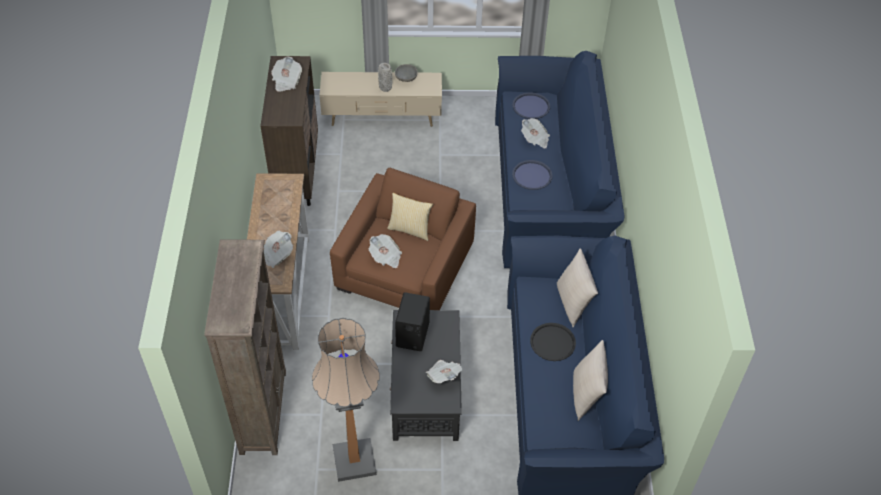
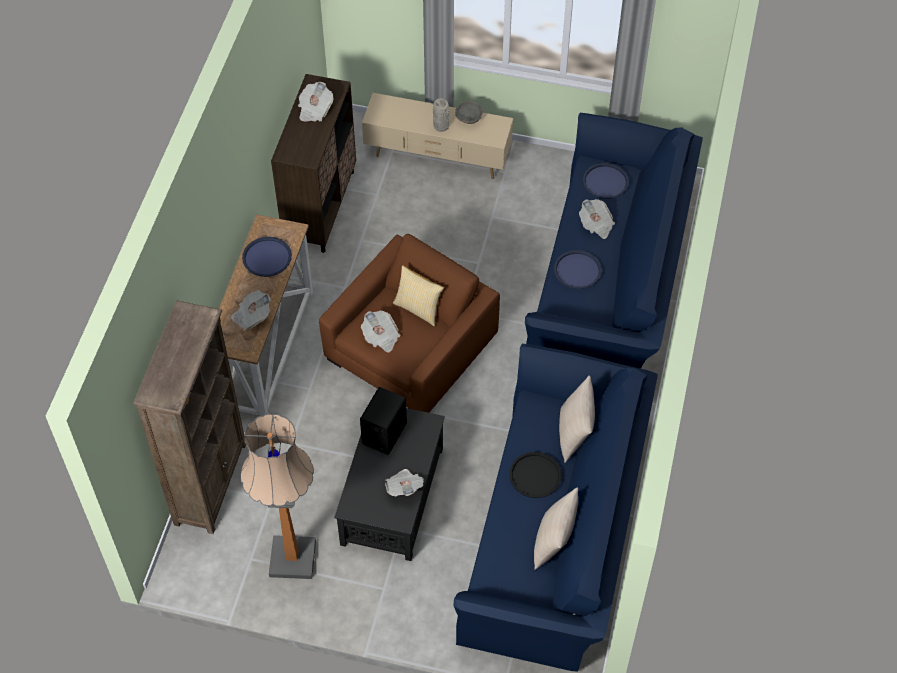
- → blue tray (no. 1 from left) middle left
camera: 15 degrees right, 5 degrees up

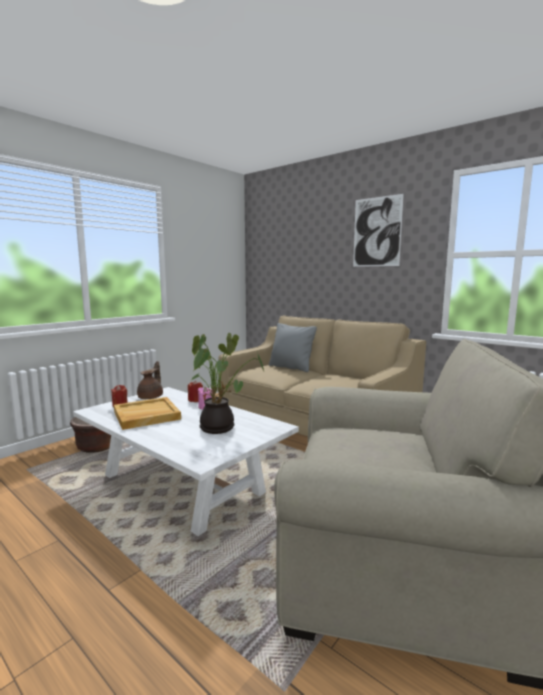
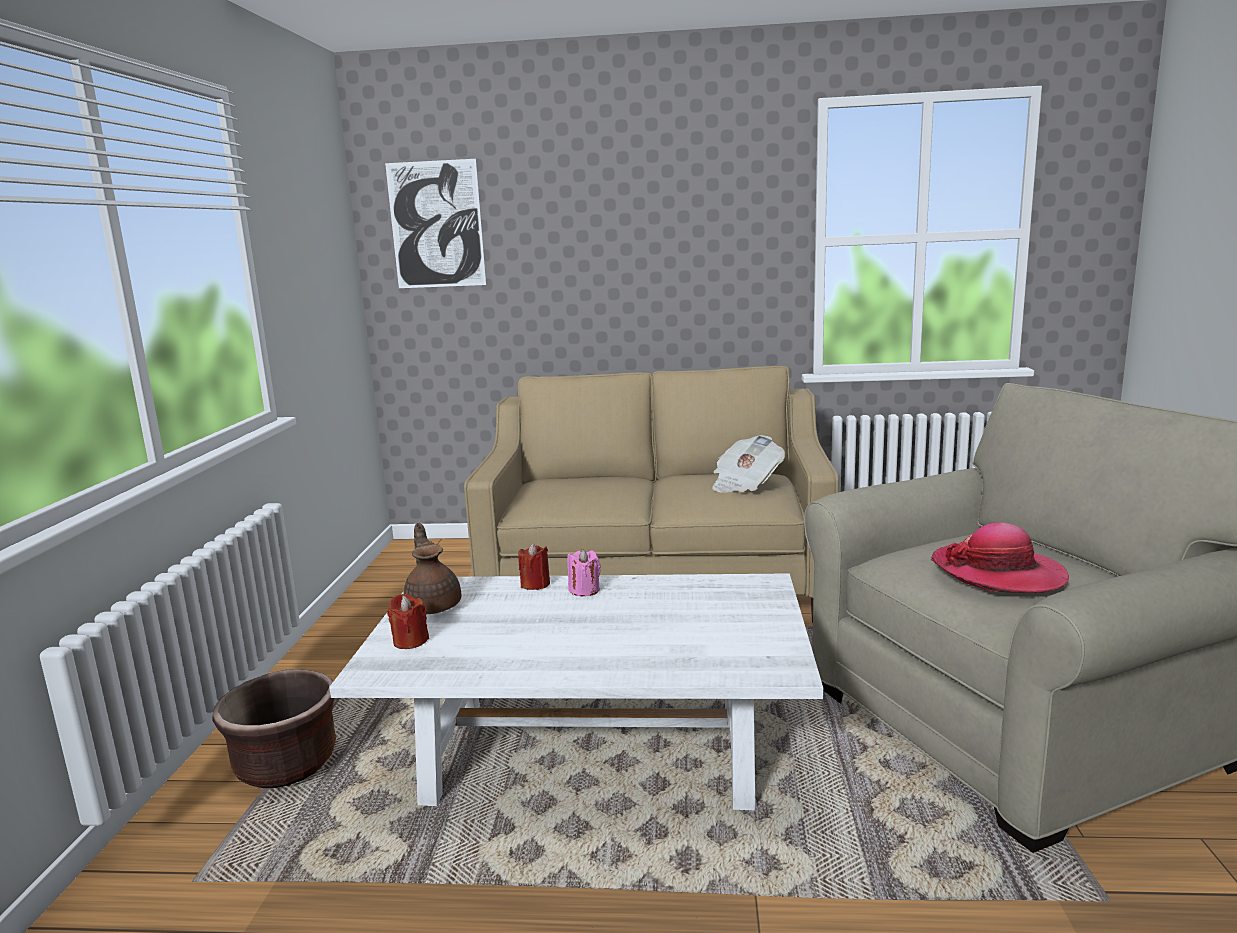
picture top right → picture top centre, shifted
- → newspaper centre
- → hat middle right
beige tray middle left → -
potted plant centre → -
grey pillow centre → -
camera: 35 degrees left, 5 degrees up

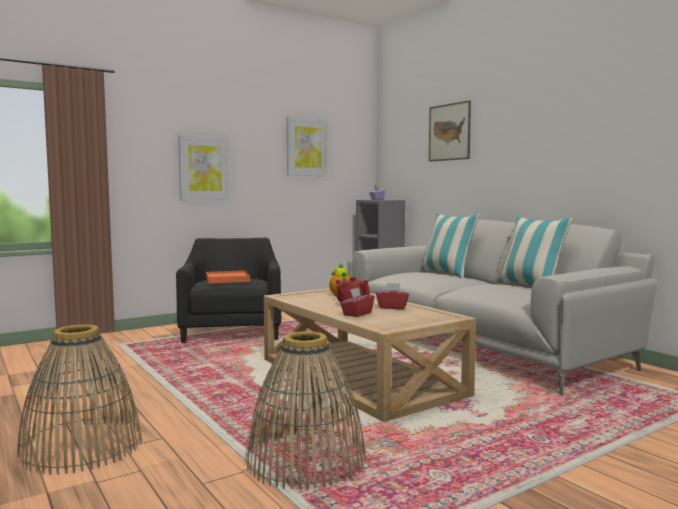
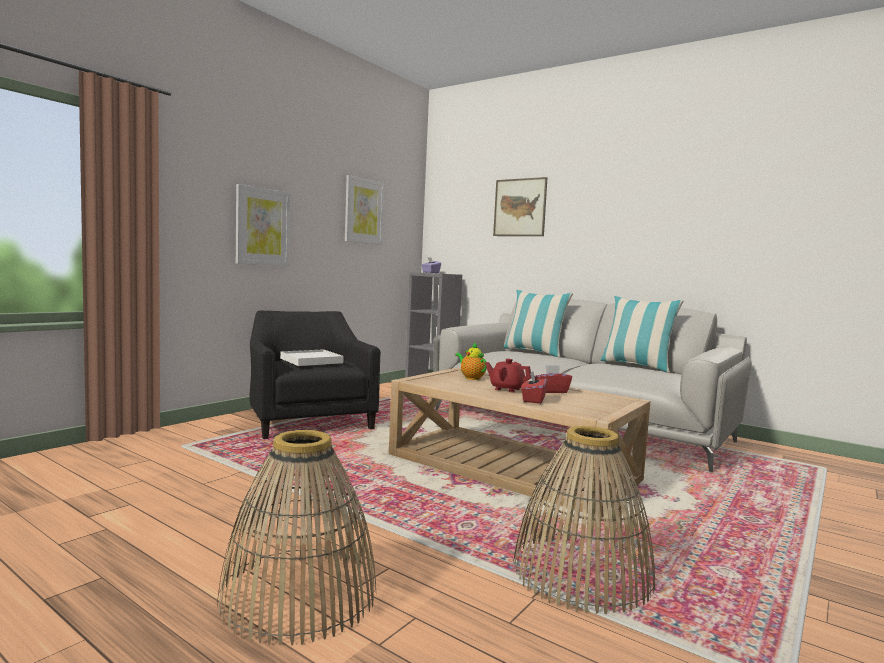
orange tray centre → white tray centre
camera: 20 degrees left, 0 degrees up

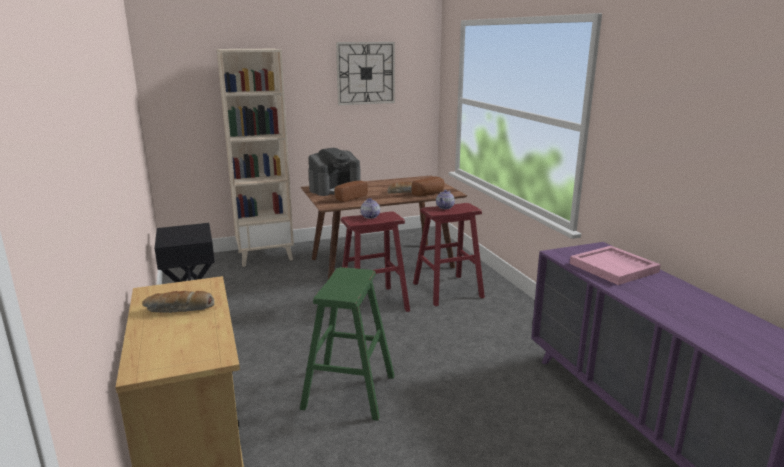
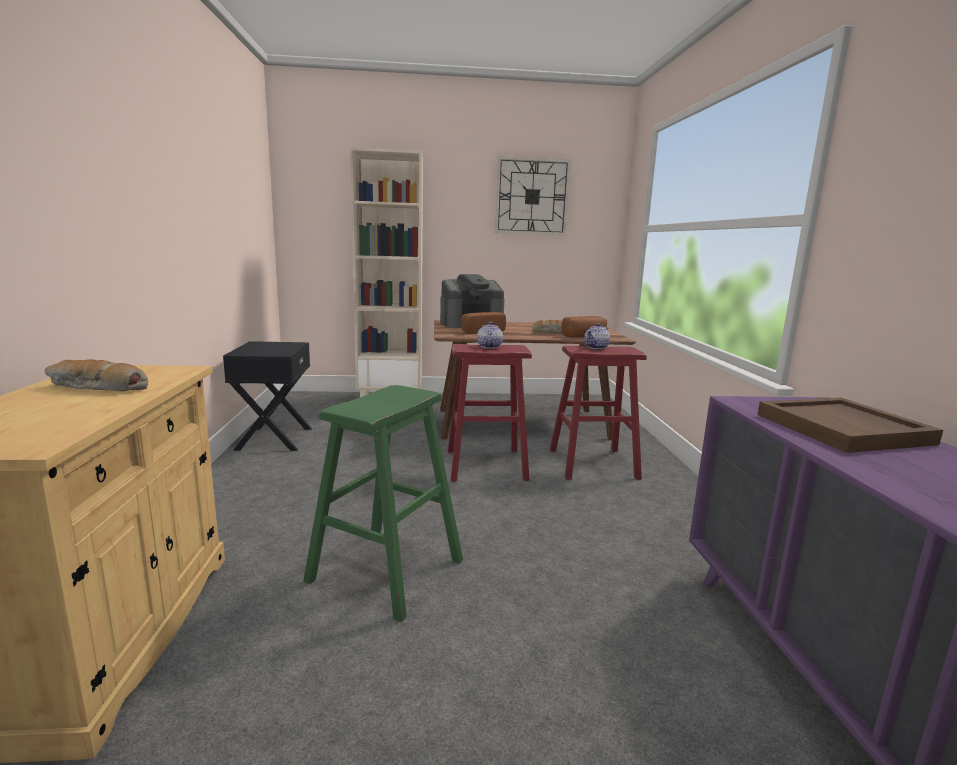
pink tray middle right → brown tray middle right
camera: 15 degrees right, 5 degrees down

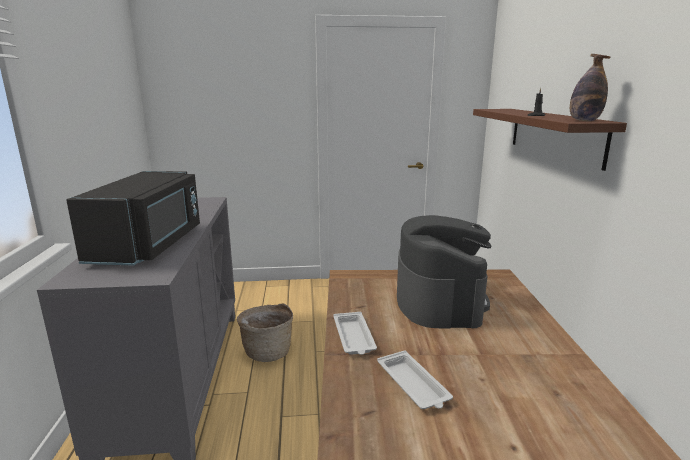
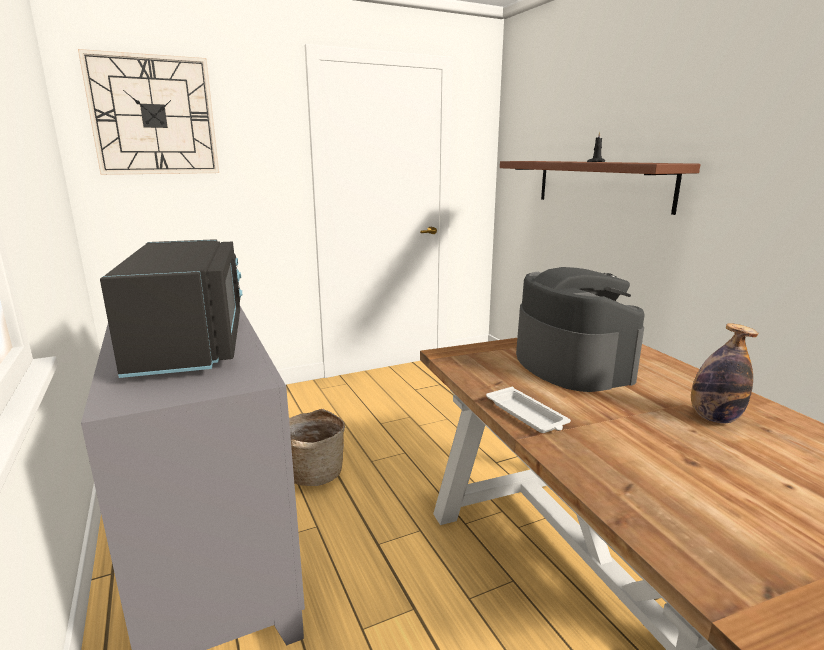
- → wall clock top left
bottle top right → bottle middle right, shifted
white tray (no. 2 from left) bottom centre → -
camera: 20 degrees left, 0 degrees up

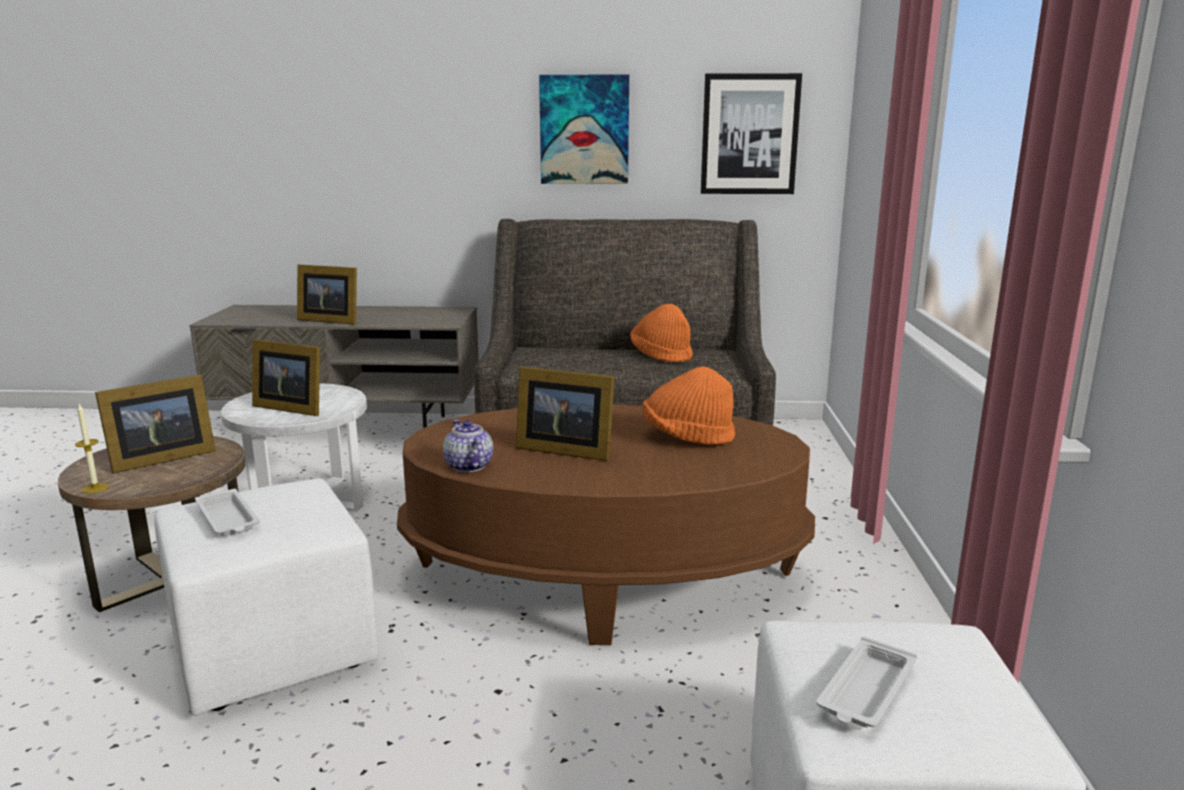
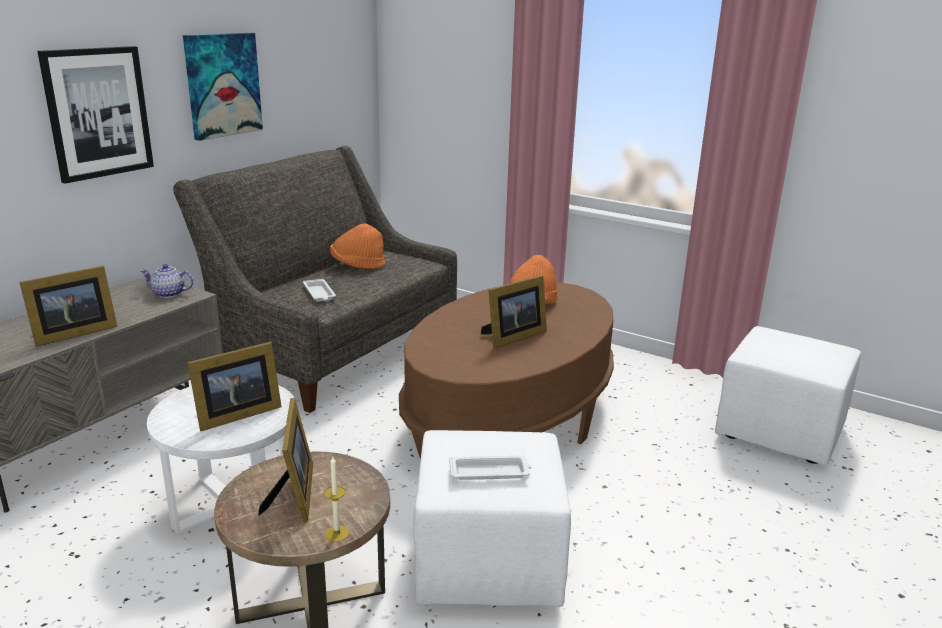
picture (no. 2 from left in the first image) top centre → picture (no. 1 from left) top left, shifted
teapot centre → teapot middle left, shifted
white tray (no. 2 from left in the first image) bottom right → white tray (no. 1 from left) centre, shifted
camera: 60 degrees left, 5 degrees up

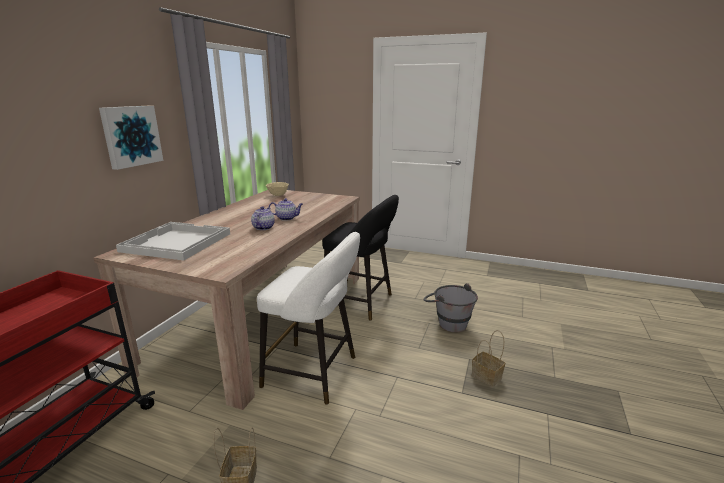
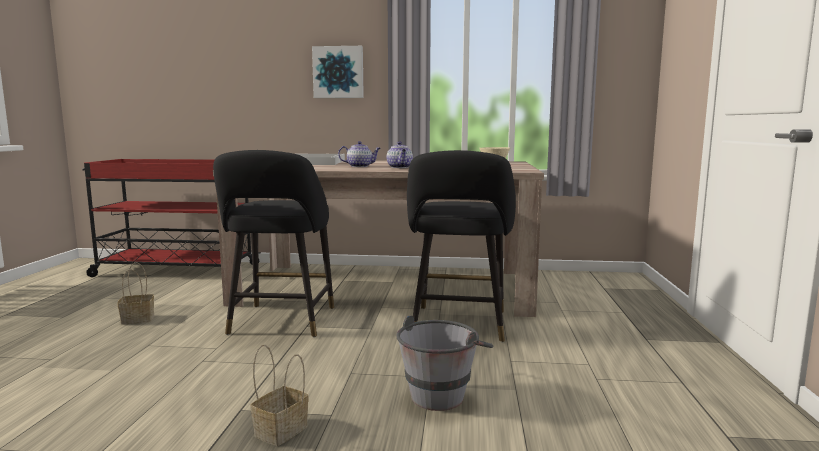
white stool centre → black stool (no. 1 from left) centre
camera: 75 degrees right, 10 degrees down

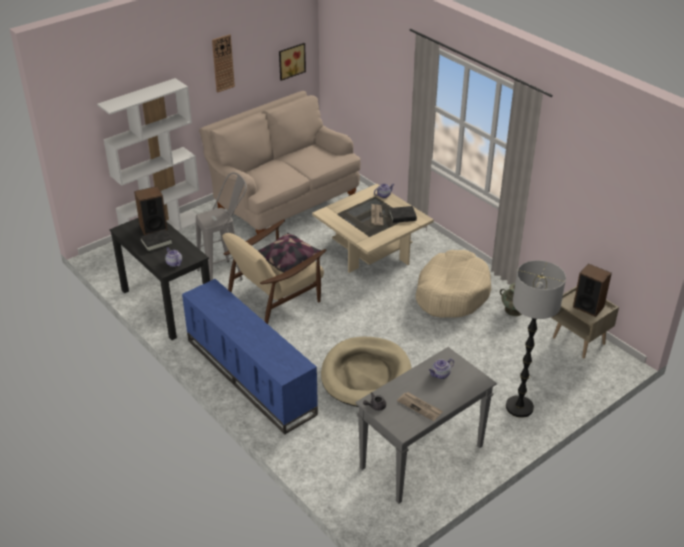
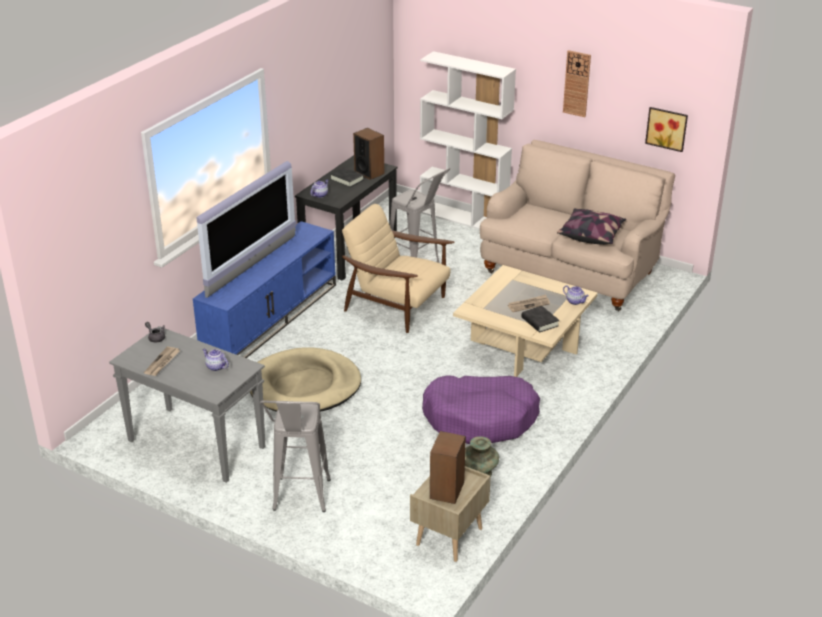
- → television middle left
floor lamp middle right → grey stool (no. 1 from left) bottom centre
beige dog bed (no. 2 from left) centre → purple dog bed centre
pillow centre → pillow middle right, shifted
camera: 70 degrees right, 5 degrees down

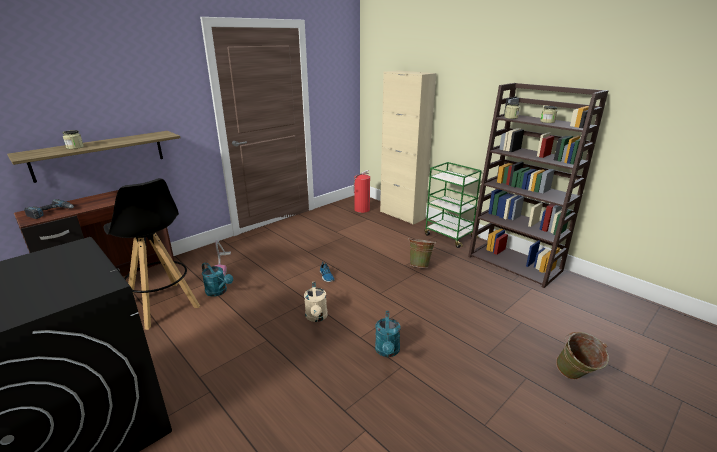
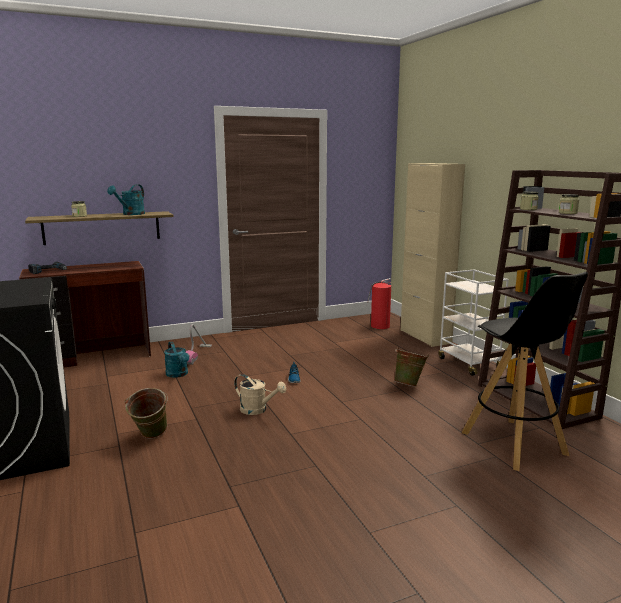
turquoise watering can (no. 2 from left in the first image) bottom centre → turquoise watering can (no. 1 from left) top left, shifted
green bucket (no. 2 from left in the first image) bottom right → green bucket (no. 1 from left) bottom left, shifted
beige watering can bottom centre → beige watering can centre, 75 degrees counterclockwise
green cart centre → white cart middle right
black stool middle left → black stool middle right, shifted
camera: 20 degrees right, 10 degrees down

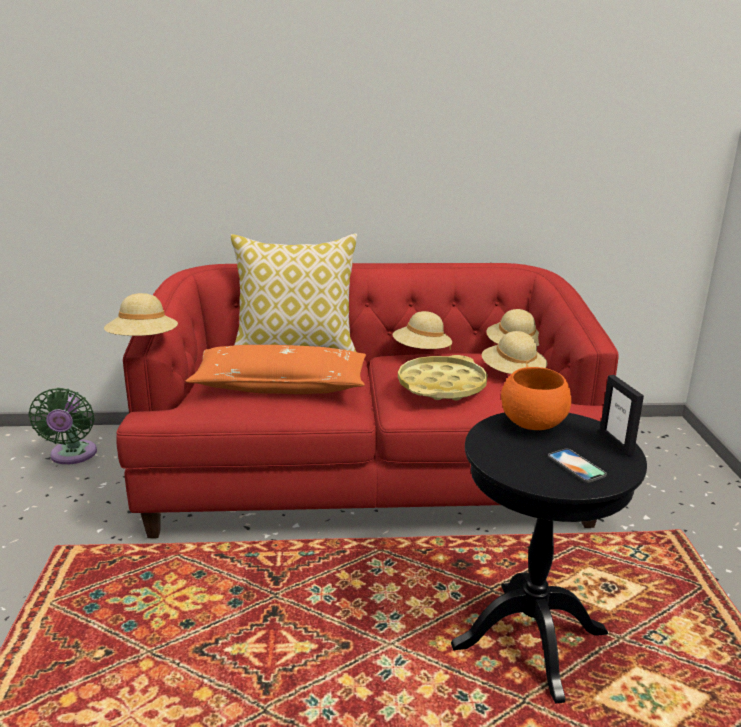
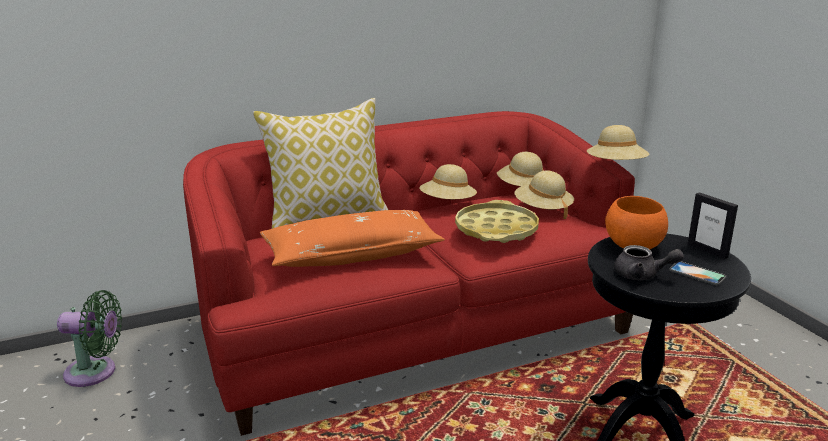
green fan middle left → green fan bottom left, 60 degrees counterclockwise
beige hat (no. 1 from left in the first image) middle left → beige hat (no. 4 from left) top right, shifted
- → grey teapot middle right
camera: 20 degrees left, 0 degrees up

